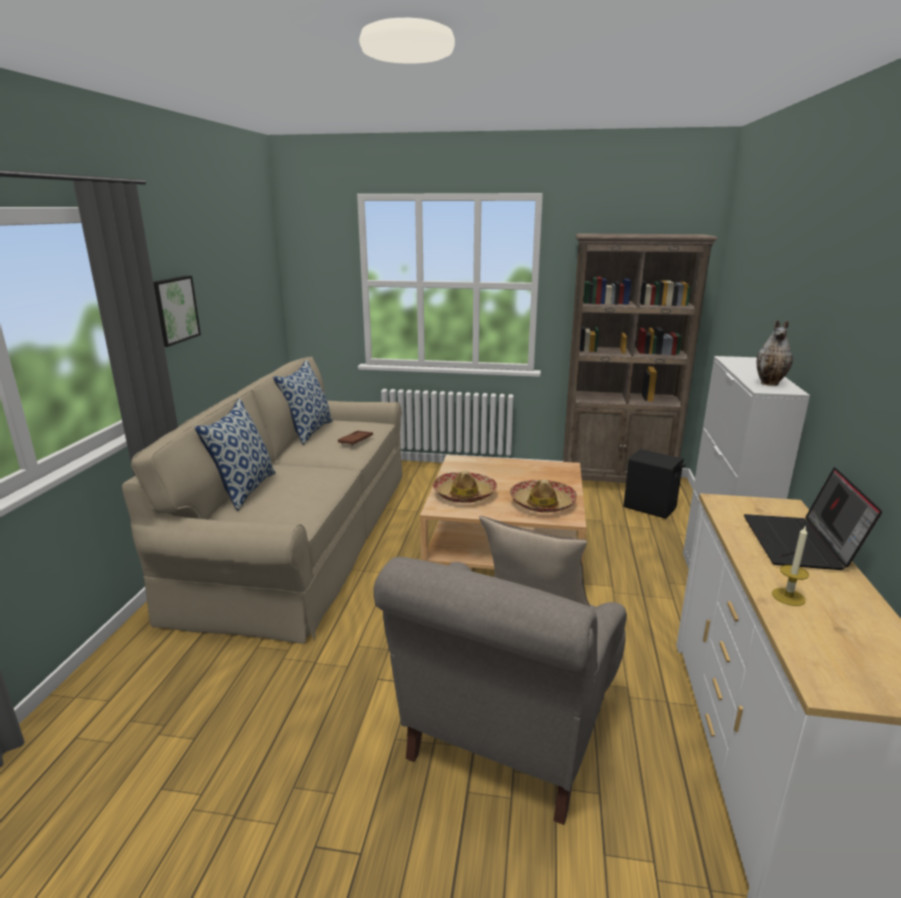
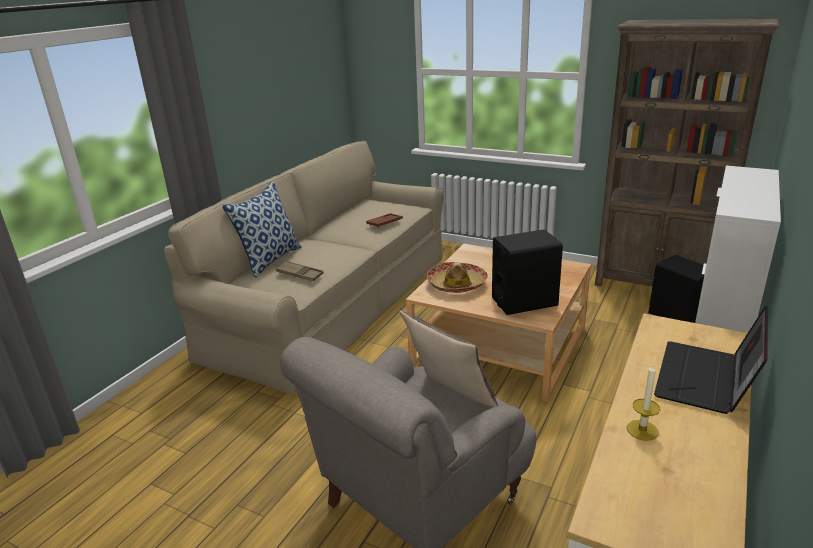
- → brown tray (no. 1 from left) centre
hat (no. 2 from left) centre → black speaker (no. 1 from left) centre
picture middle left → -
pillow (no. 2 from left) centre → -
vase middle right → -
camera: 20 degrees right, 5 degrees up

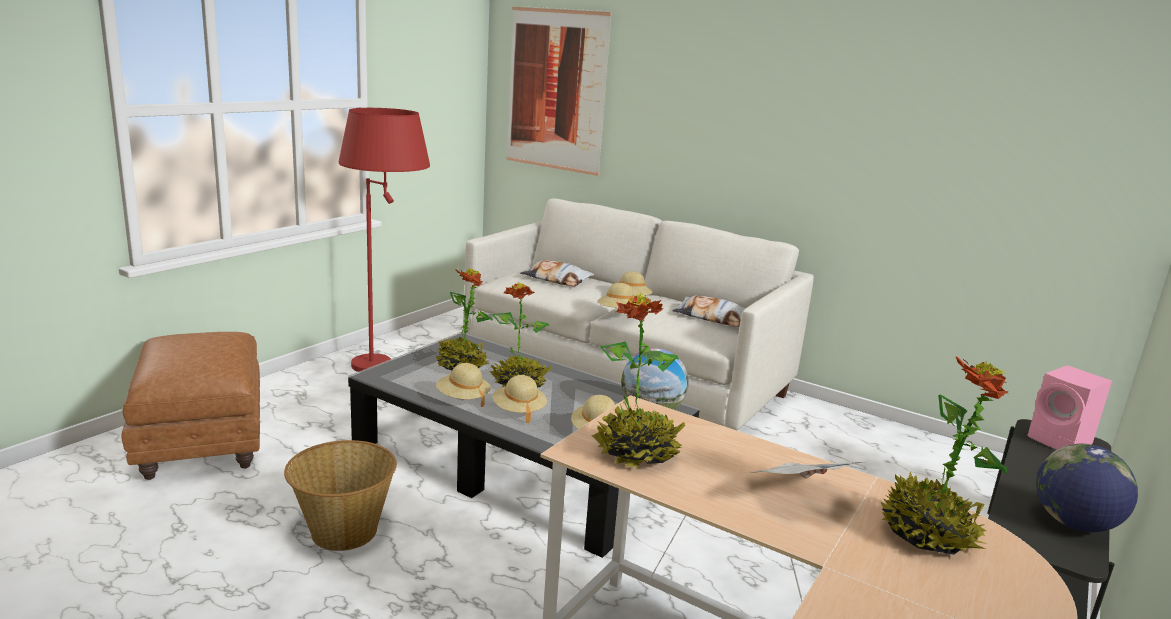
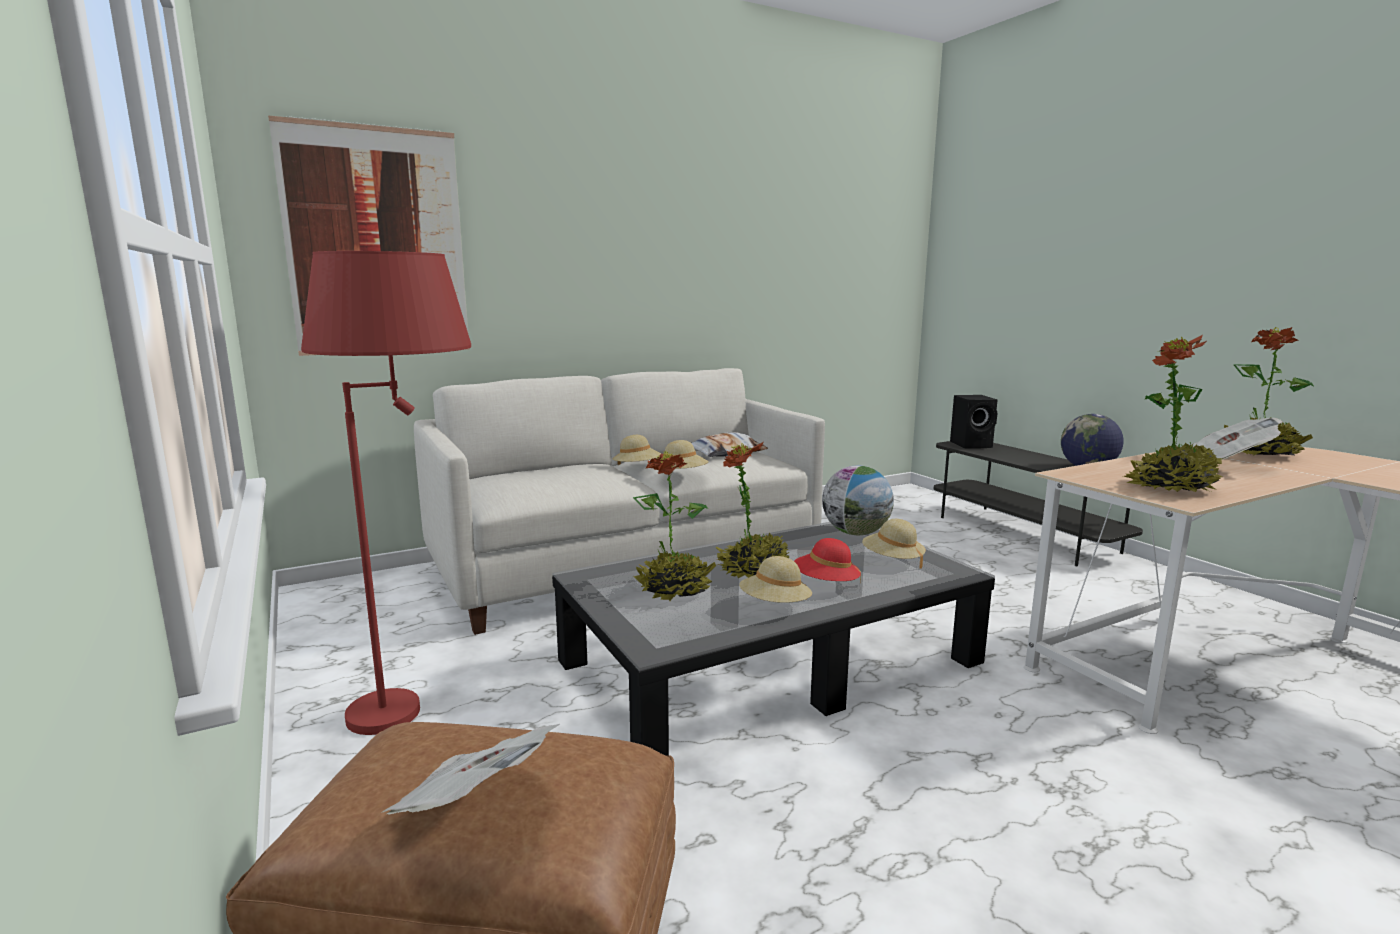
- → newspaper (no. 1 from left) bottom centre
beige hat (no. 2 from left) centre → red hat centre
pink speaker middle right → black speaker middle right
basket bottom left → -
pillow (no. 1 from left) centre → -
camera: 60 degrees left, 5 degrees down

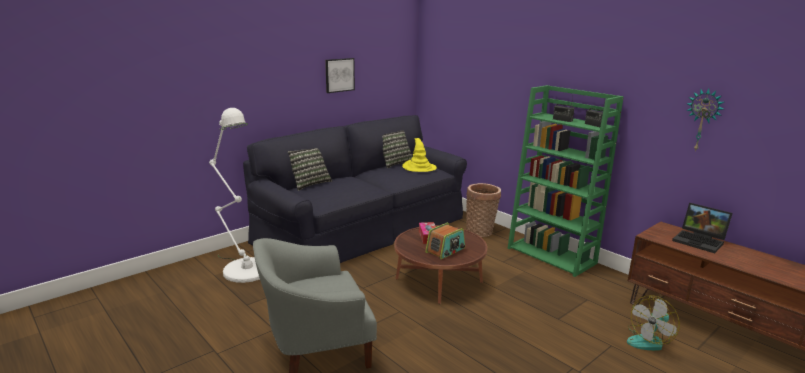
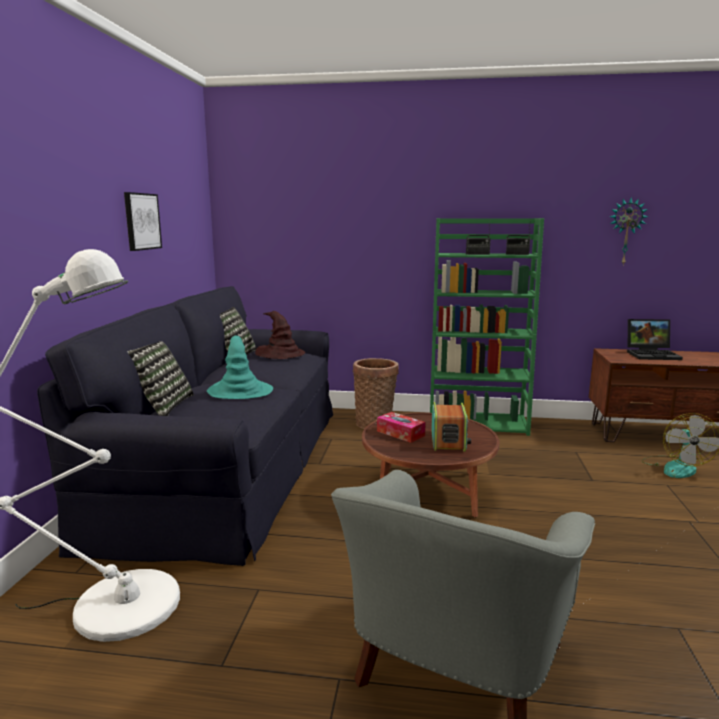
- → turquoise hat centre
yellow hat centre → brown hat centre
camera: 40 degrees left, 5 degrees down

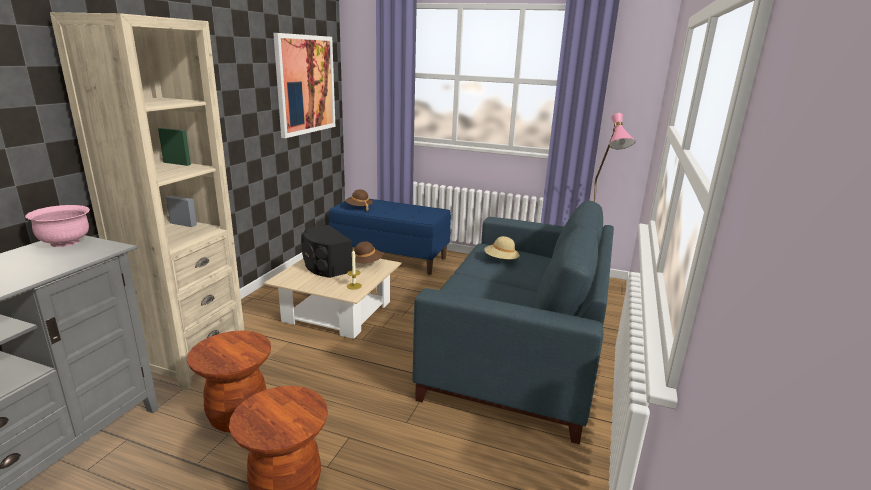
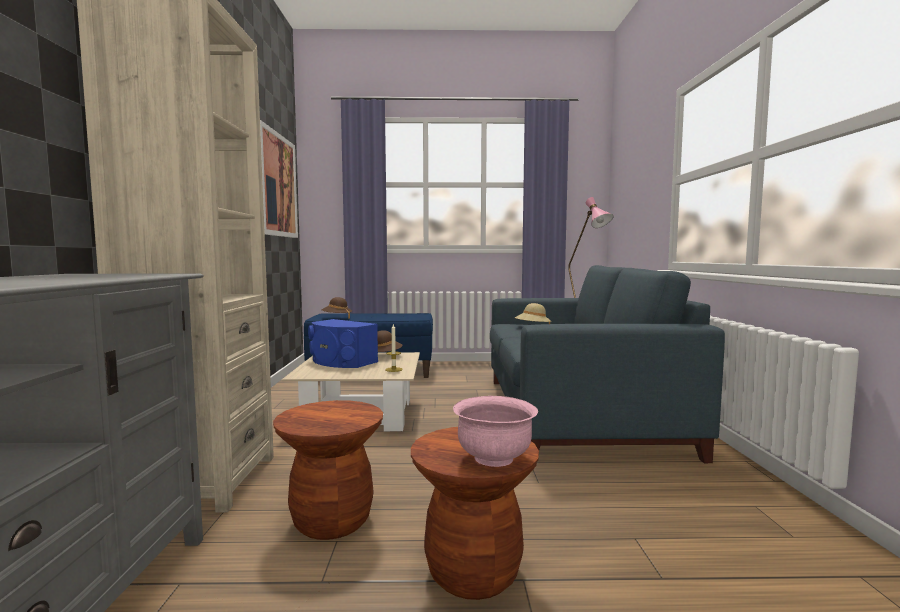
black speaker centre → blue speaker centre
pink bowl middle left → pink bowl bottom centre, shifted
camera: 20 degrees left, 15 degrees down

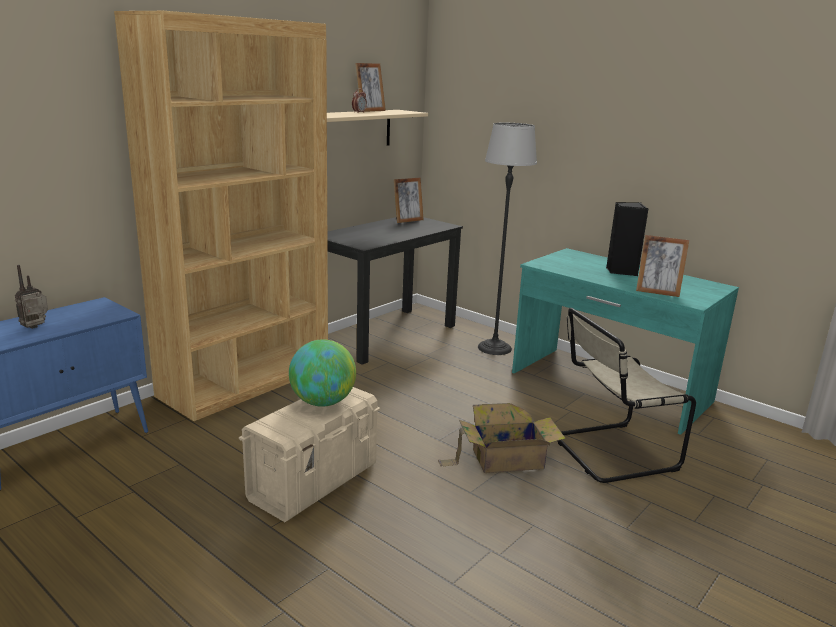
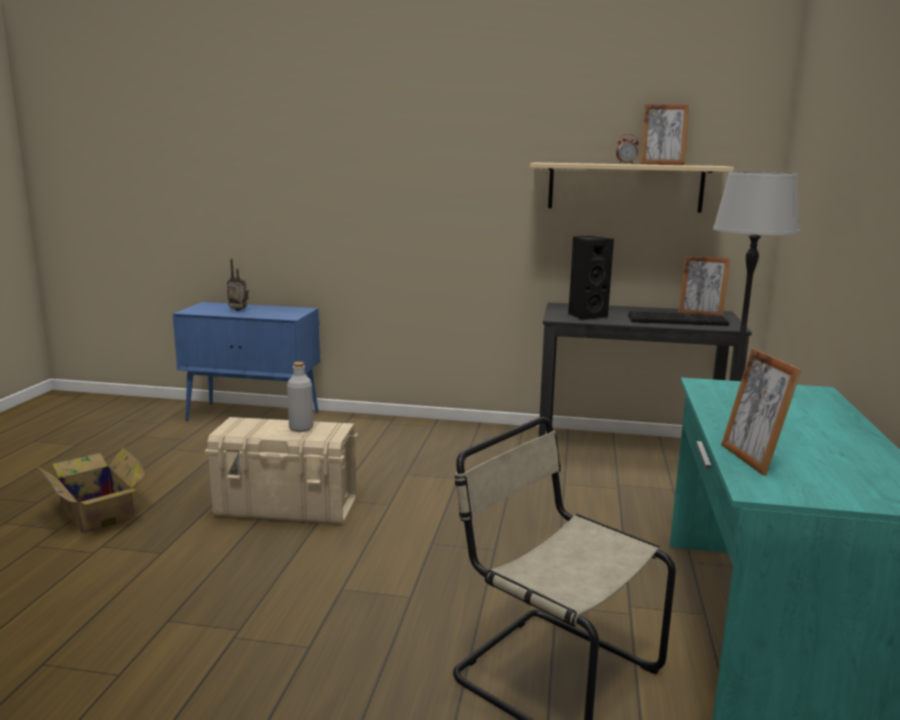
cardboard box bottom centre → cardboard box bottom left, shifted
globe centre → grey bottle centre
black speaker middle right → black speaker centre, shifted
- → keyboard middle right
brown bookcase middle left → -
camera: 60 degrees right, 5 degrees down

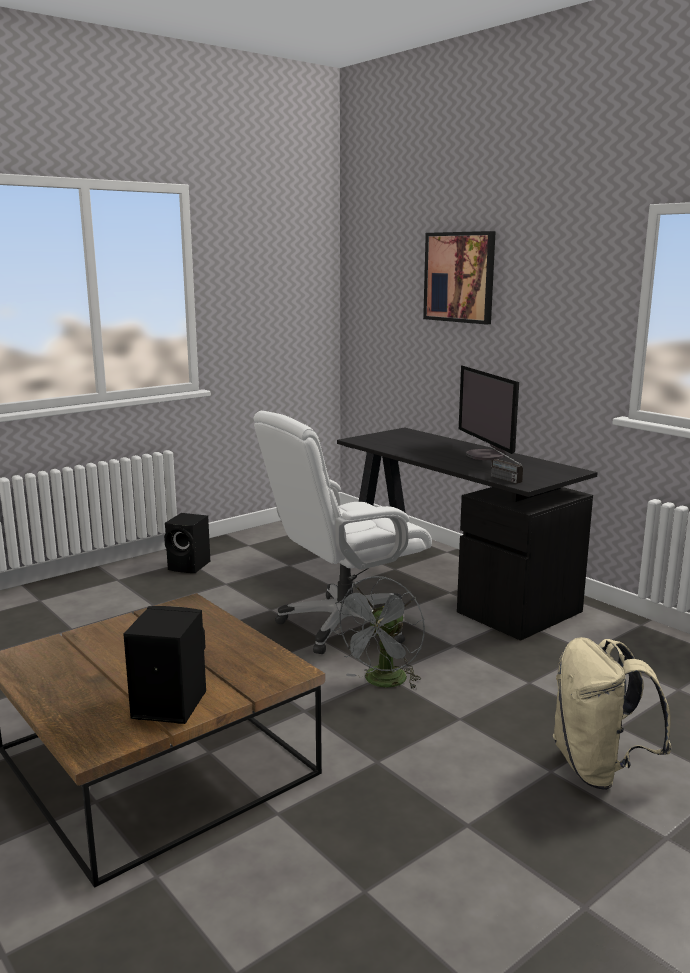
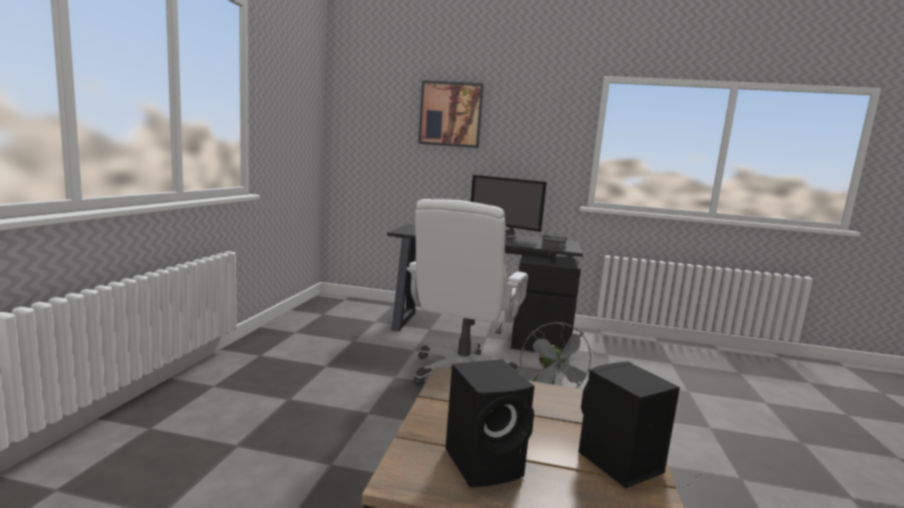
black speaker (no. 2 from left in the first image) middle left → black speaker (no. 1 from left) bottom centre, shifted
beige backpack bottom right → -
camera: 40 degrees left, 5 degrees down

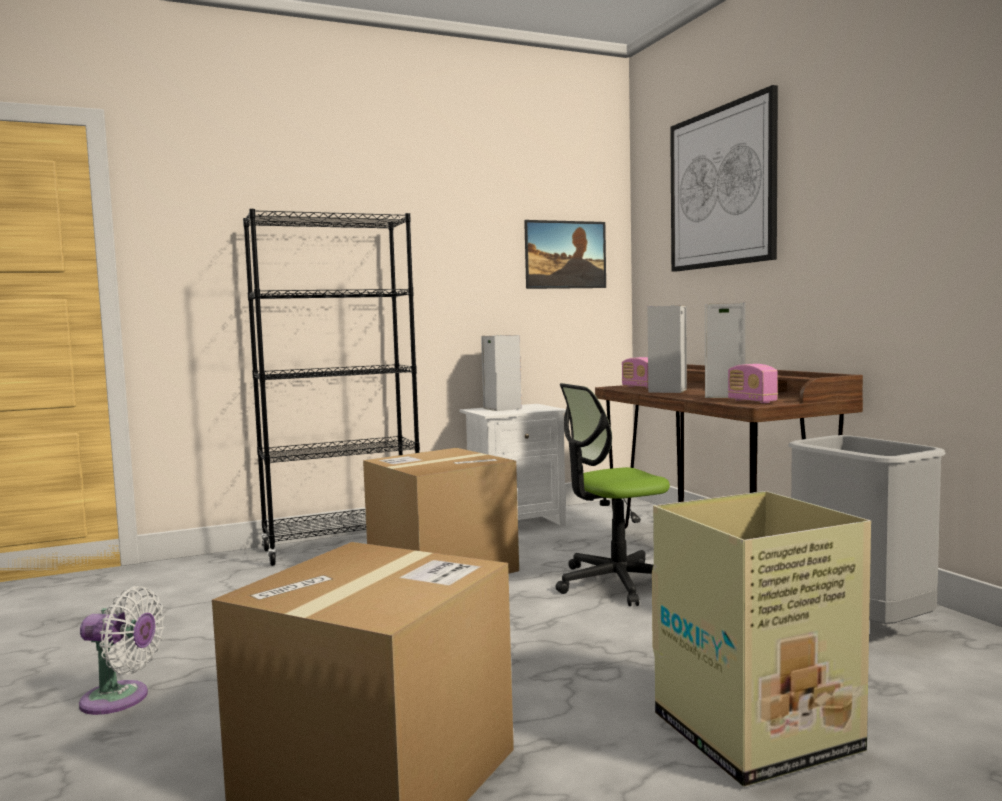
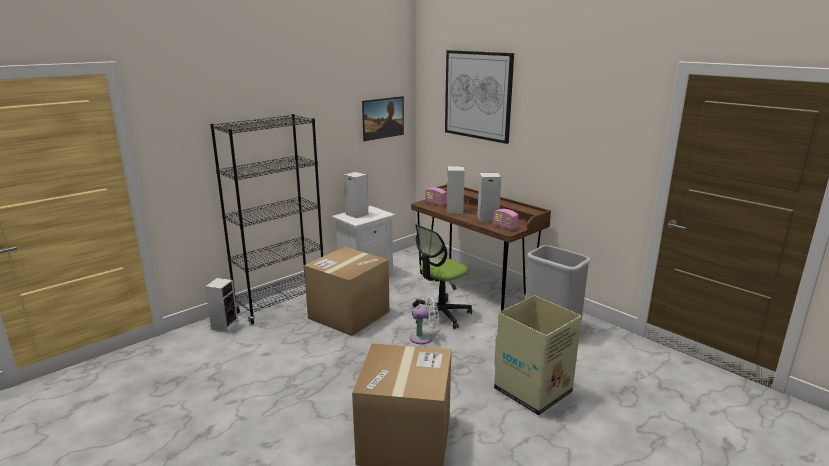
- → speaker (no. 1 from left) middle left
white fan bottom left → white fan bottom centre, shifted
camera: 20 degrees left, 15 degrees up

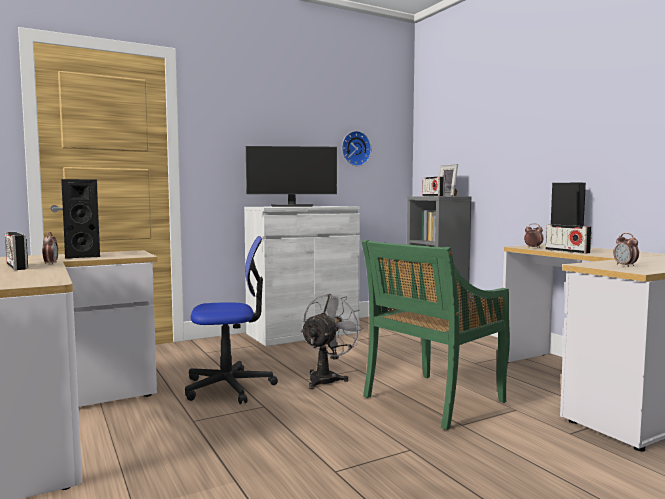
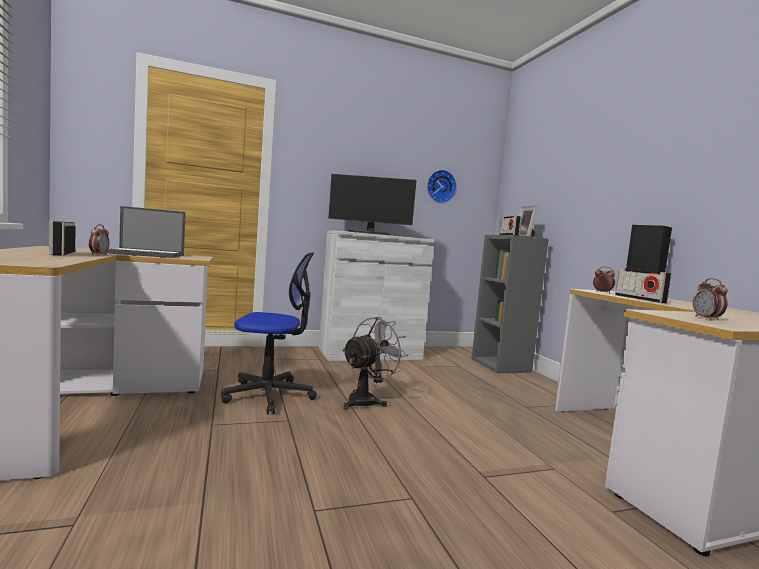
black speaker (no. 1 from left) middle left → laptop middle left
green chair bottom centre → -
camera: 10 degrees right, 0 degrees up

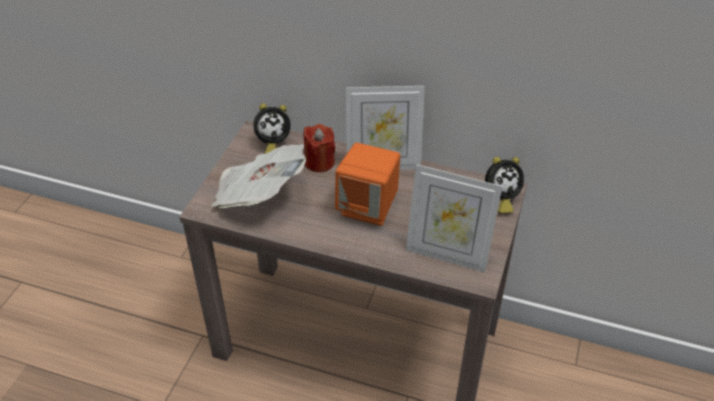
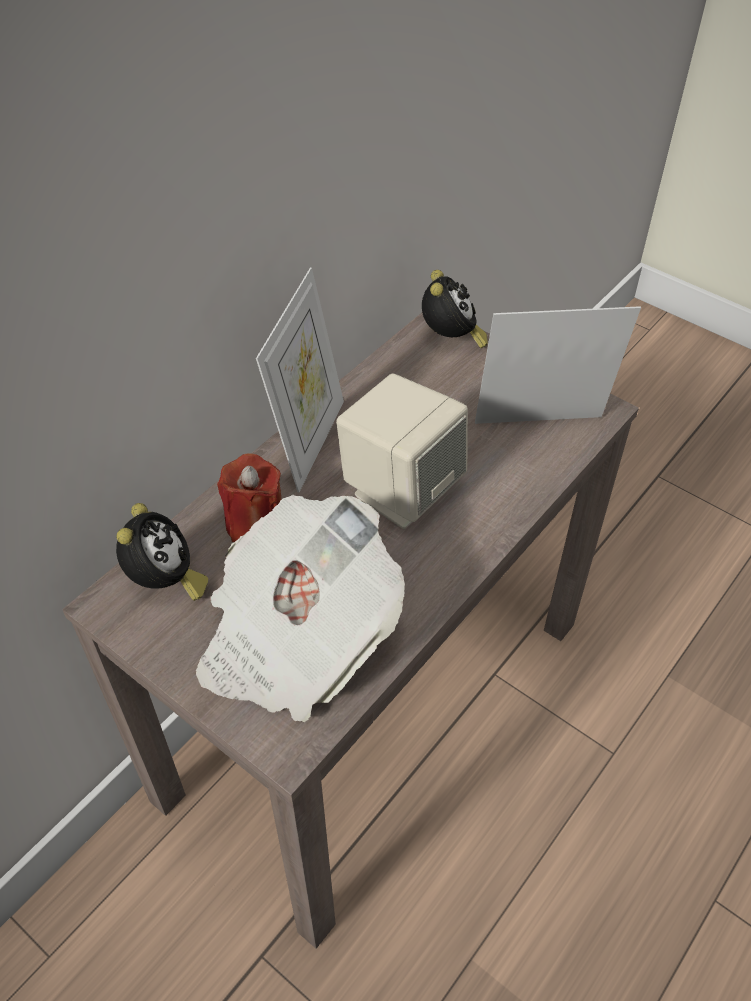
orange speaker centre → beige speaker centre
picture frame (no. 2 from left) centre → picture frame (no. 2 from left) middle right, 135 degrees counterclockwise
camera: 70 degrees left, 5 degrees up

